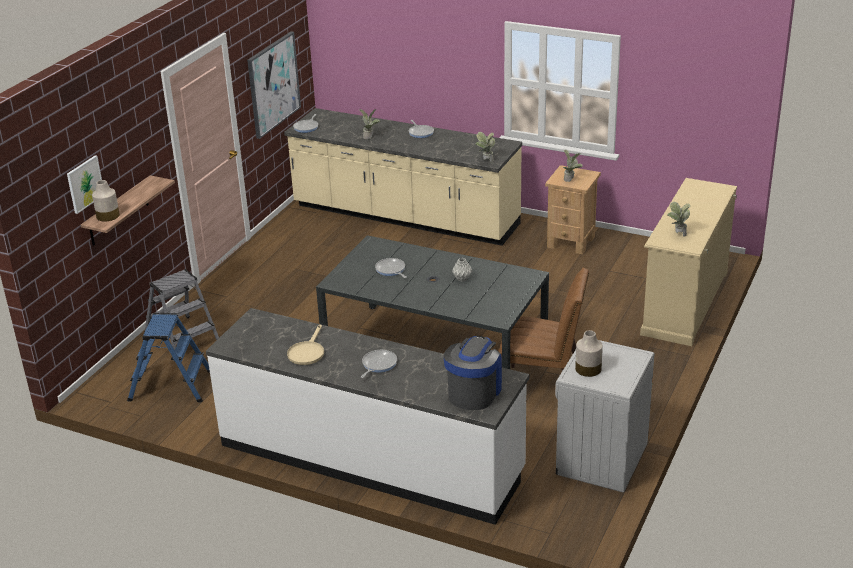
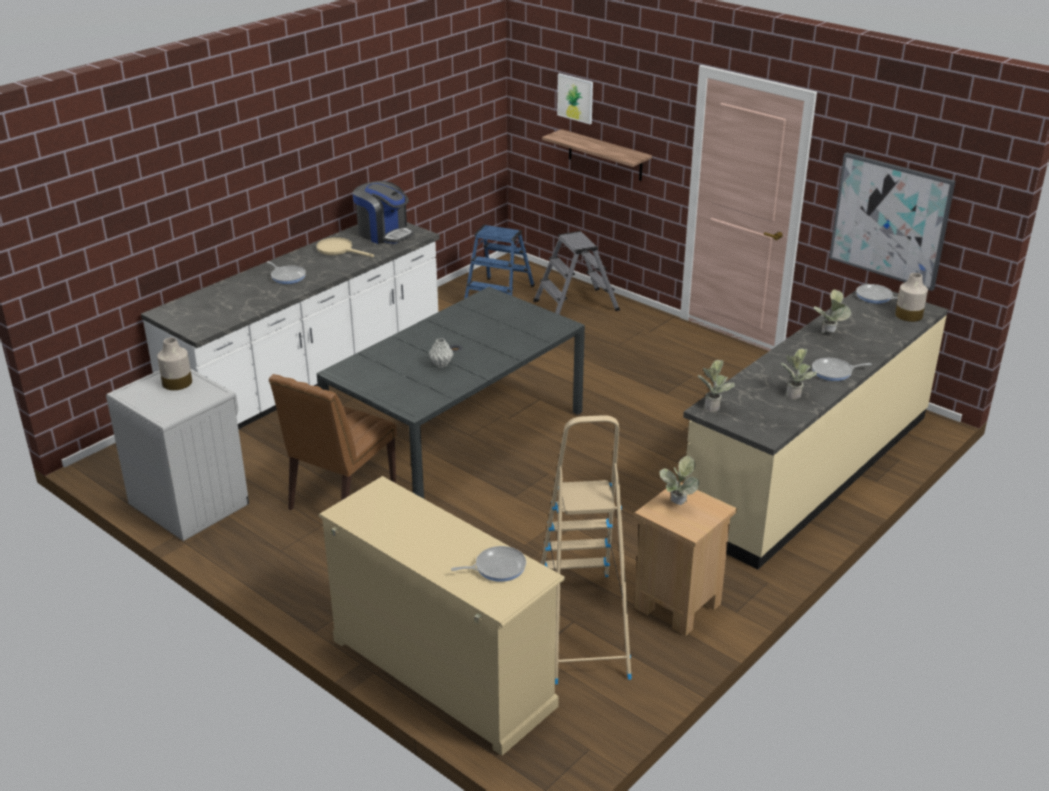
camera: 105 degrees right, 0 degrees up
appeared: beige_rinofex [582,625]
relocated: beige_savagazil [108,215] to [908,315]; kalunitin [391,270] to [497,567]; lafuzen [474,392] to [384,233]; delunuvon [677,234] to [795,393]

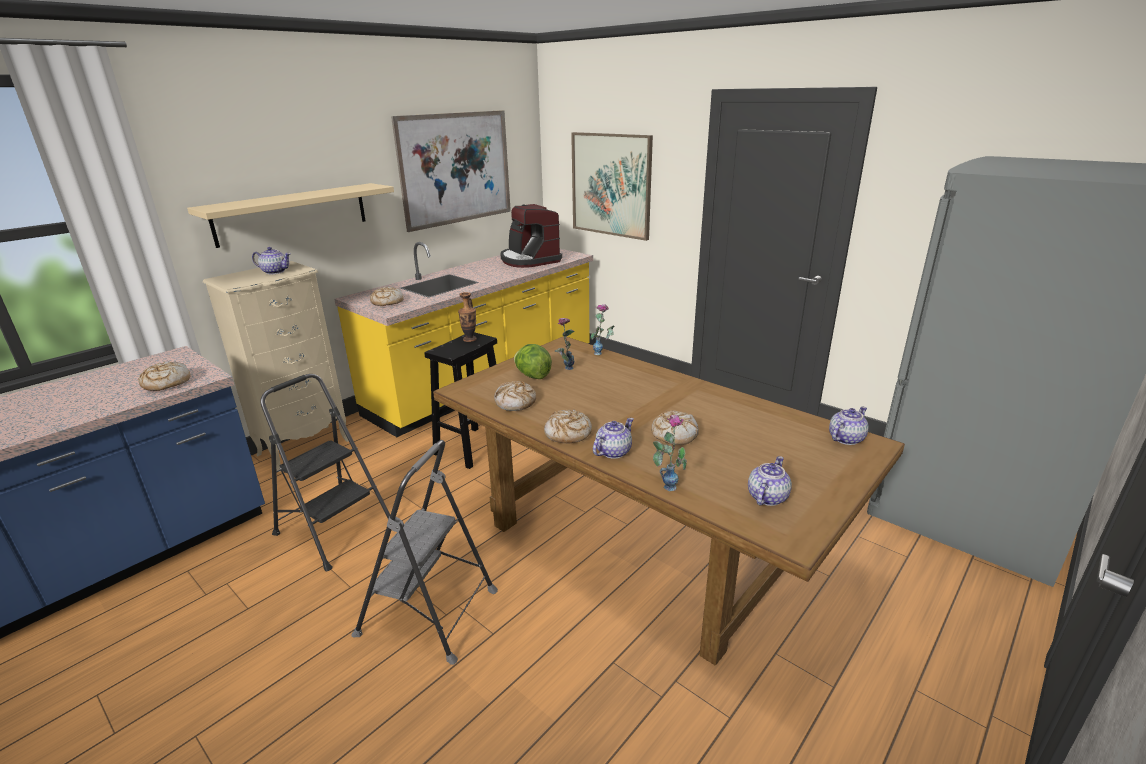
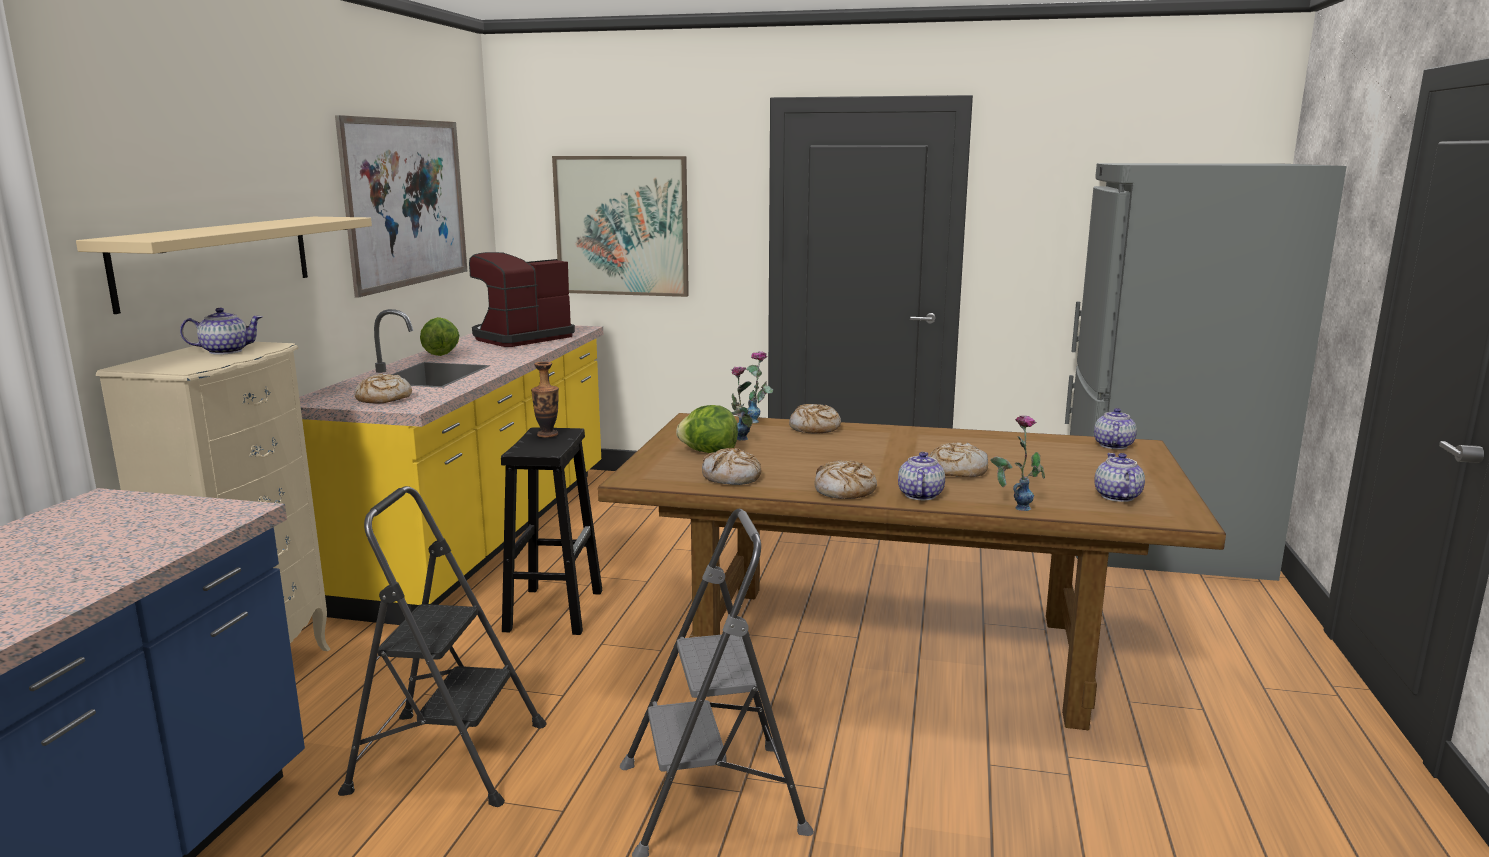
camera: 30 degrees left, 10 degrees down
appeared: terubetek [441,354]
relocated: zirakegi [166,383] to [814,428]
spun: lafuzen [529,260] = [520,338] 105 degrees clockwise

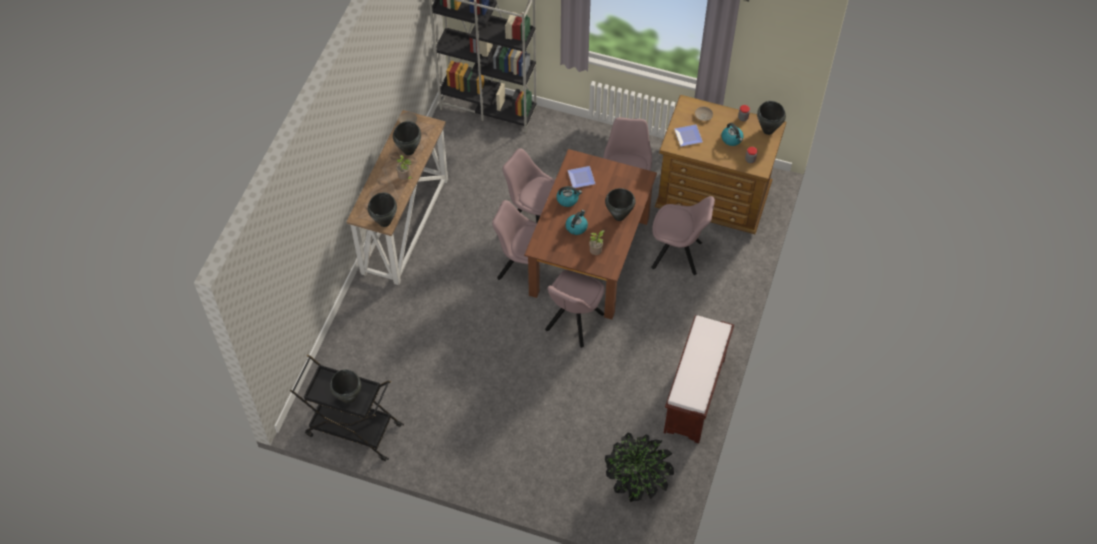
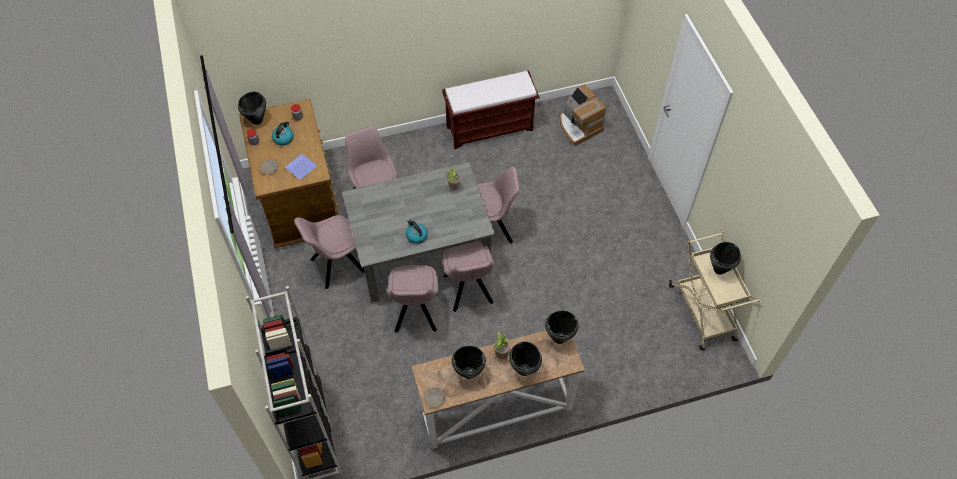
camera: 125 degrees left, 0 degrees up
missing: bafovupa [576,227]; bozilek [582,178]
relocated: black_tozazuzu [619,216] to [524,369]
exchanged: delunuvon [637,479] to lafuzen [578,126]
colour: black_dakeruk [353,430] to beige_dakeruk [702,313]; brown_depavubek [590,257] to grey_depavubek [421,252]

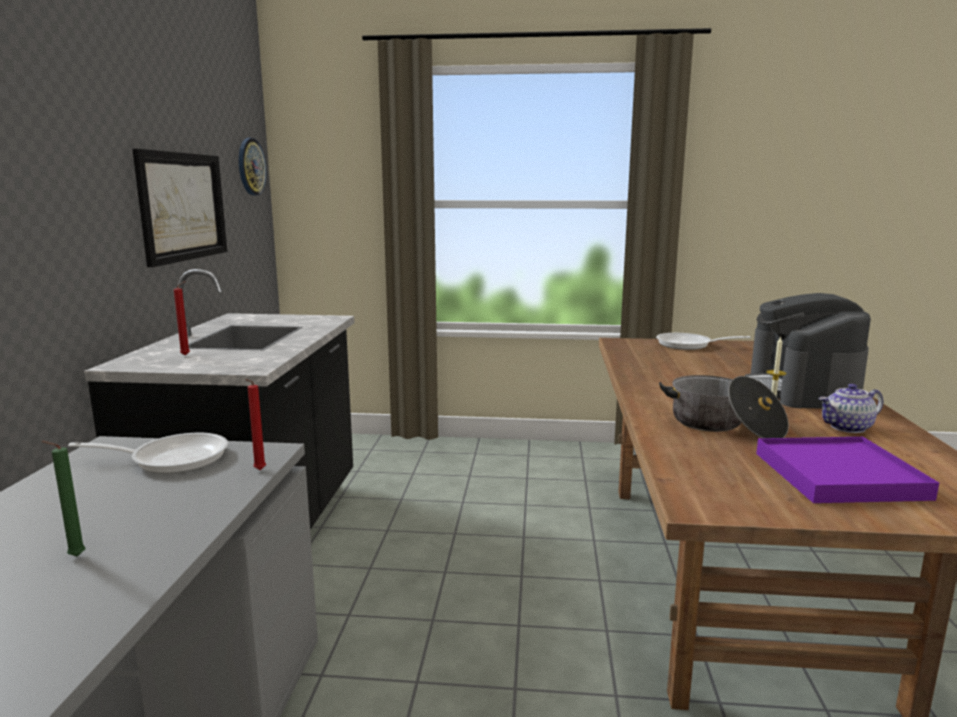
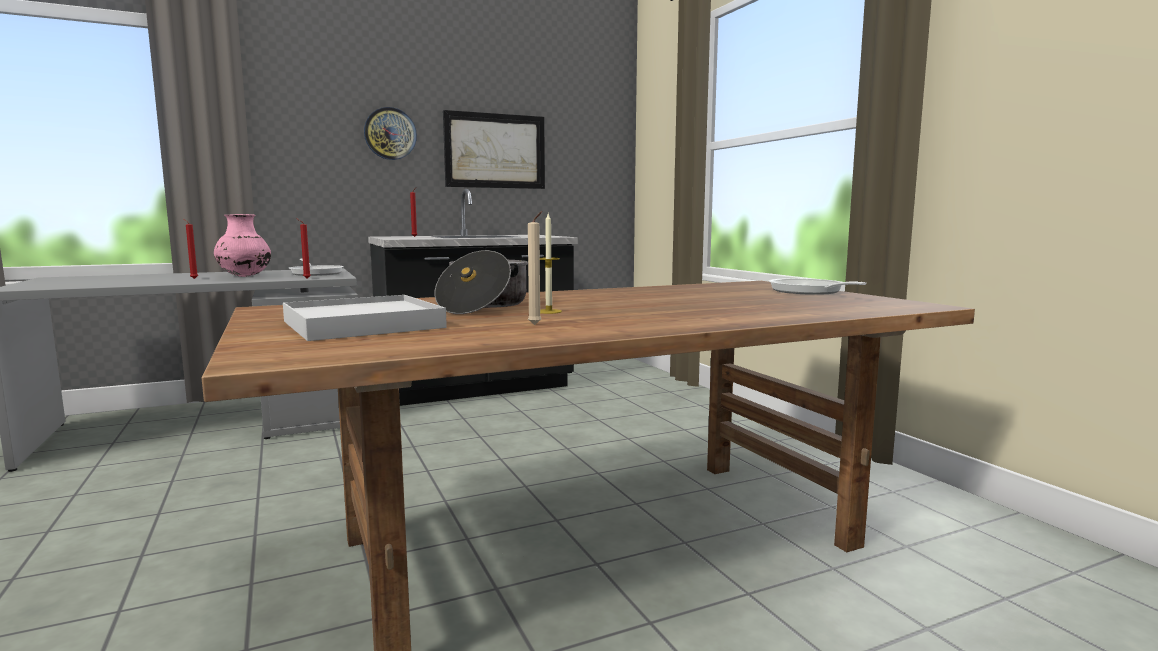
camera: 60 degrees right, 5 degrees down
missing: lafuzen [801,390]
appeared: pink_savagazil [244,276]
relocated: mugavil [251,167] to [390,133]
exchanged: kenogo [847,428] to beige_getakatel [536,325]
colour: green_getakatel [74,557] to red_getakatel [193,278]; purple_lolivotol [839,475] to white_lolivotol [363,324]

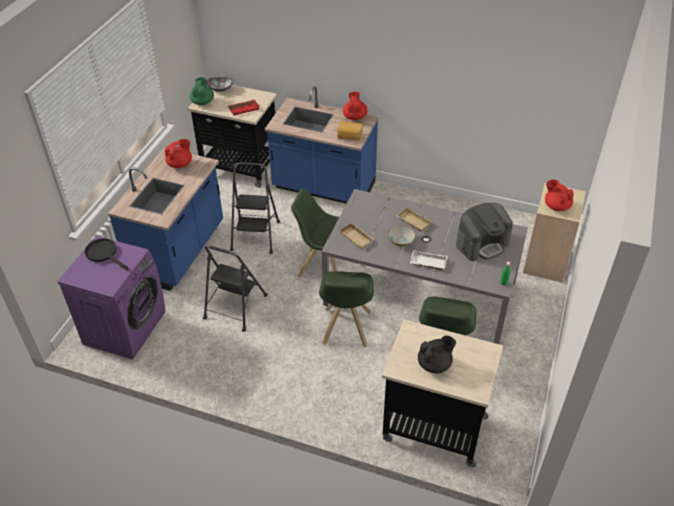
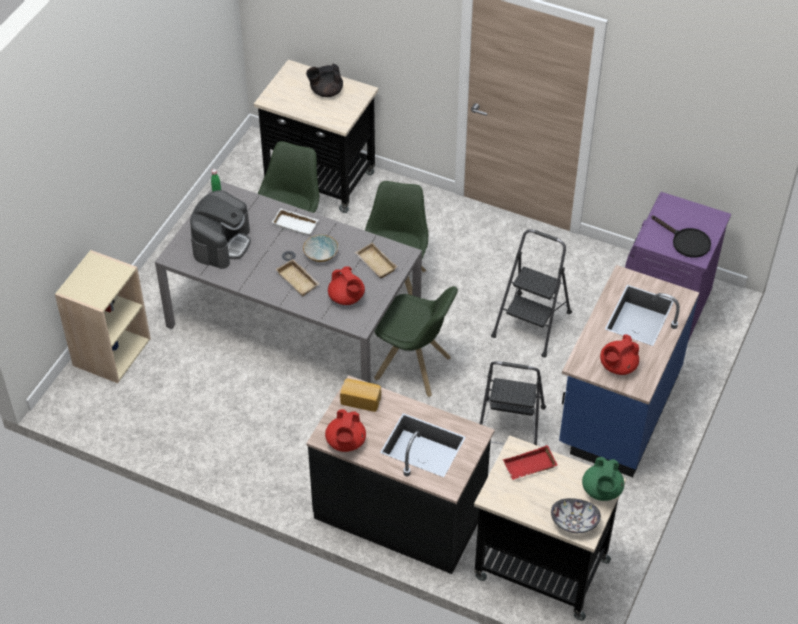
camera: 175 degrees left, 5 degrees up
relocated: red_kenogo [556,206] to [347,298]
colour: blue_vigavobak [323,187] to black_vigavobak [400,512]
spun: lafuzen [482,244] = [222,243] 135 degrees clockwise

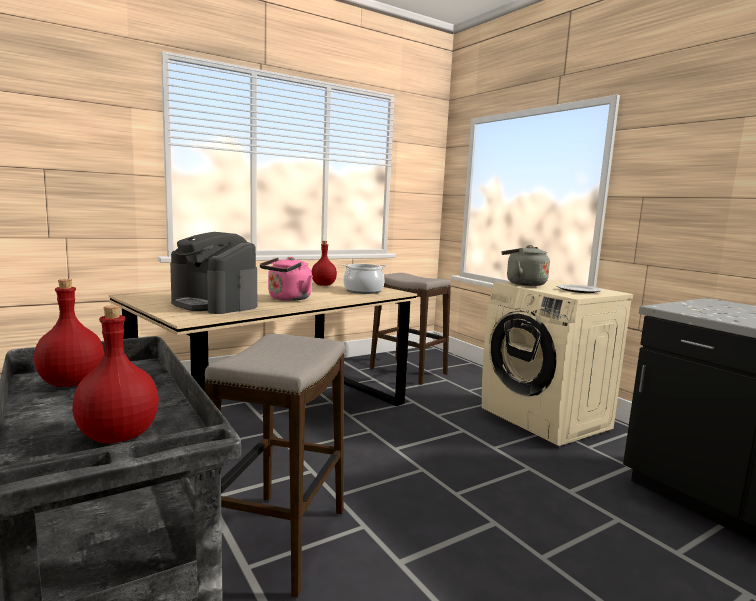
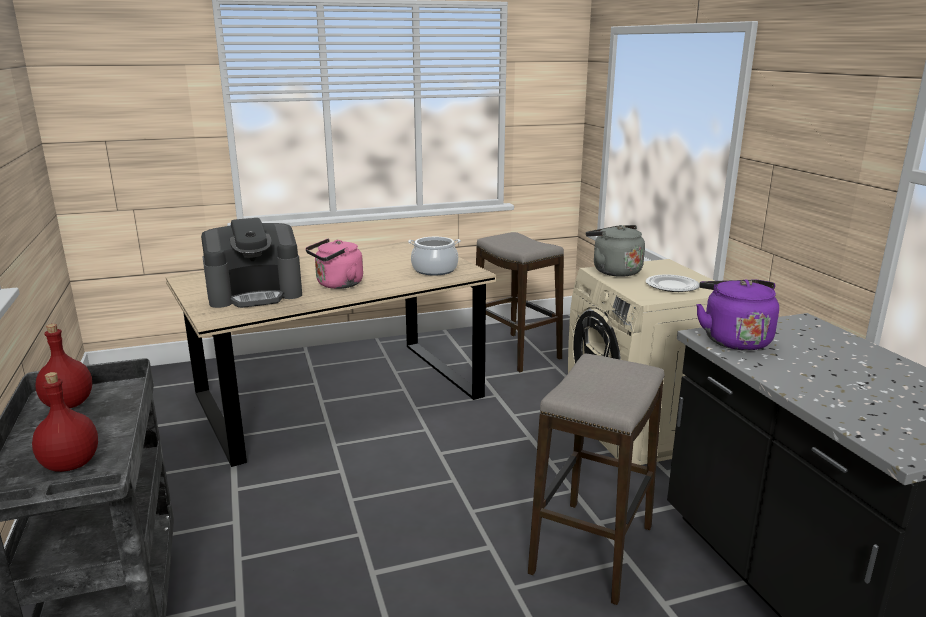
camera: 15 degrees right, 10 degrees up
missing: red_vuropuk [323,285]
appeared: purple_bafovupa [733,339]
relocated: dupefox [278,541] to [591,550]
spun: lafuzen [214,304] = [255,294] 75 degrees counterclockwise

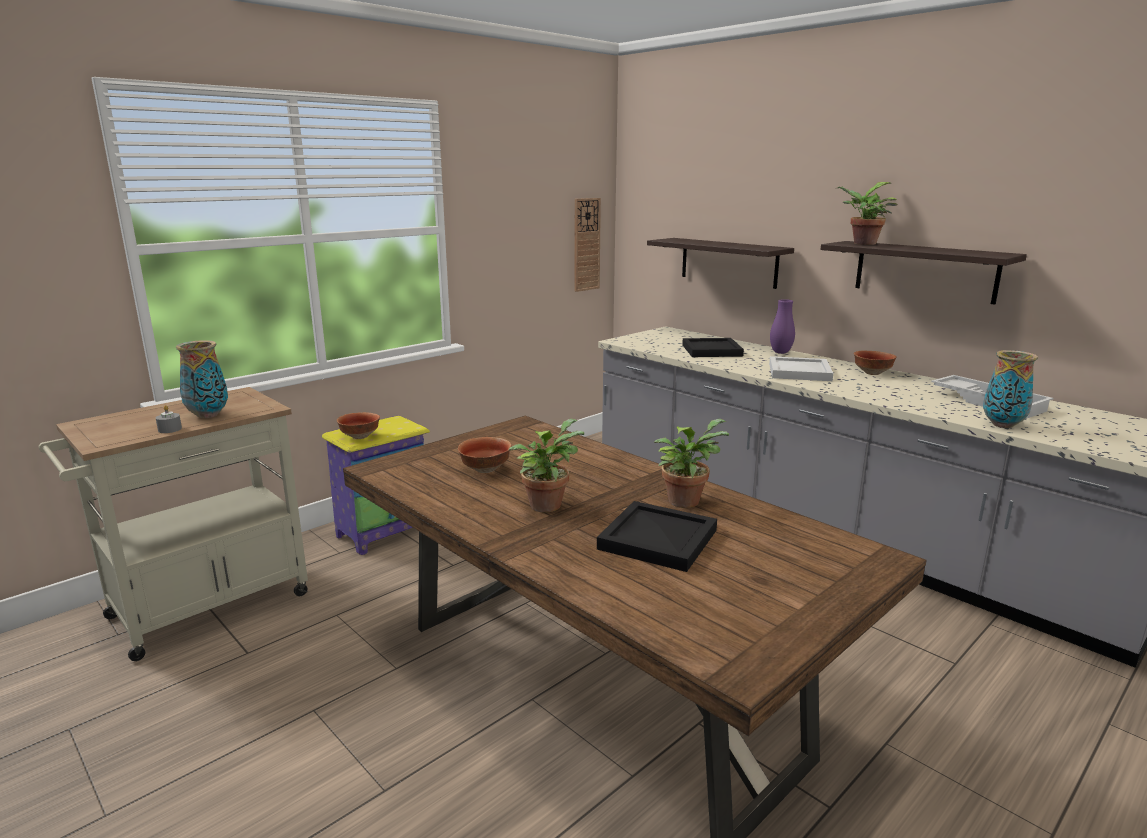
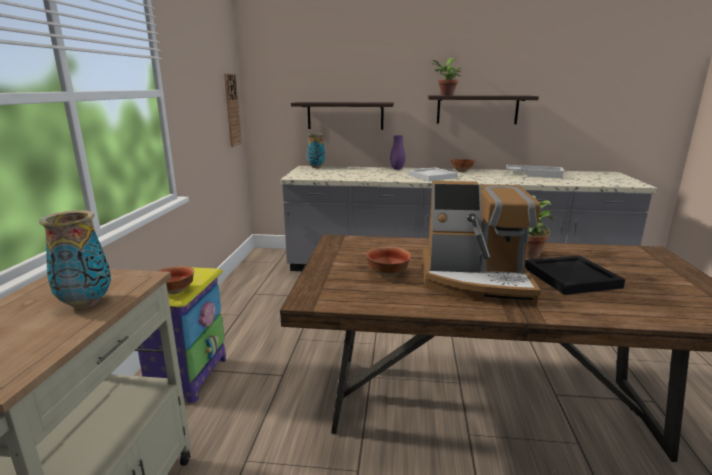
camera: 40 degrees left, 0 degrees up
missing: grey_getakatel [170,429]; black_lolivotol [710,350]
relocated: savagazil [1002,425] to [316,167]
exchanged: delunuvon [546,504] to lafuzen [475,280]

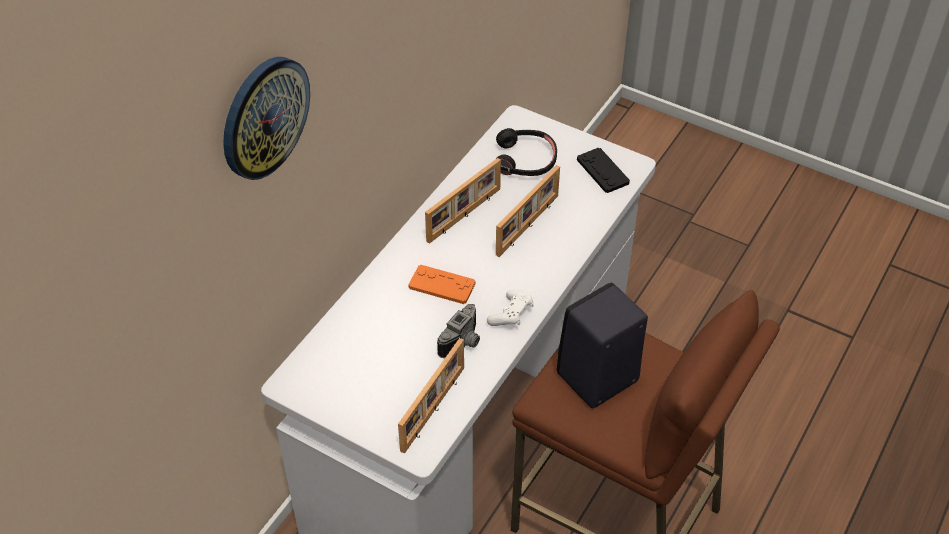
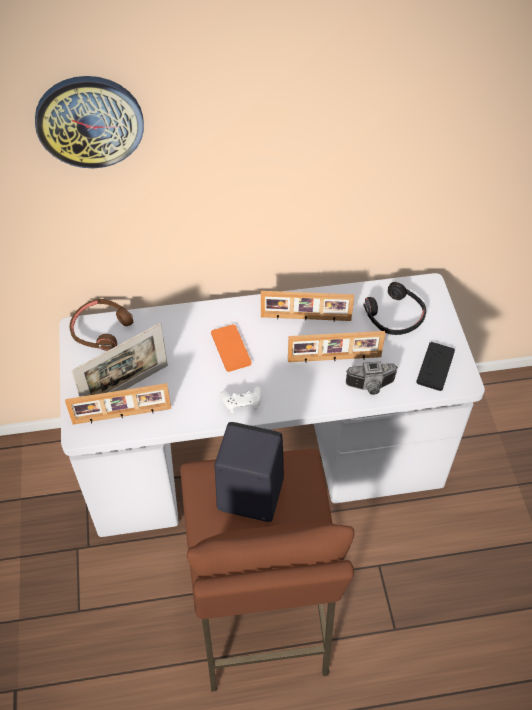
camera: 50 degrees right, 5 degrees up
appeared: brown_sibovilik [101,329]; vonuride [126,388]
relocated: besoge [464,343] to [371,387]

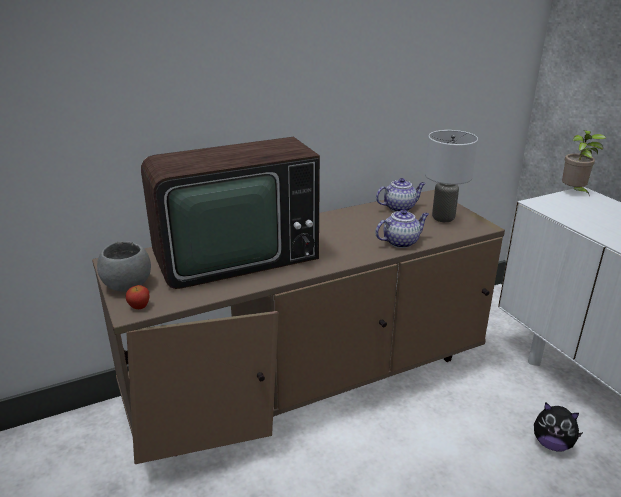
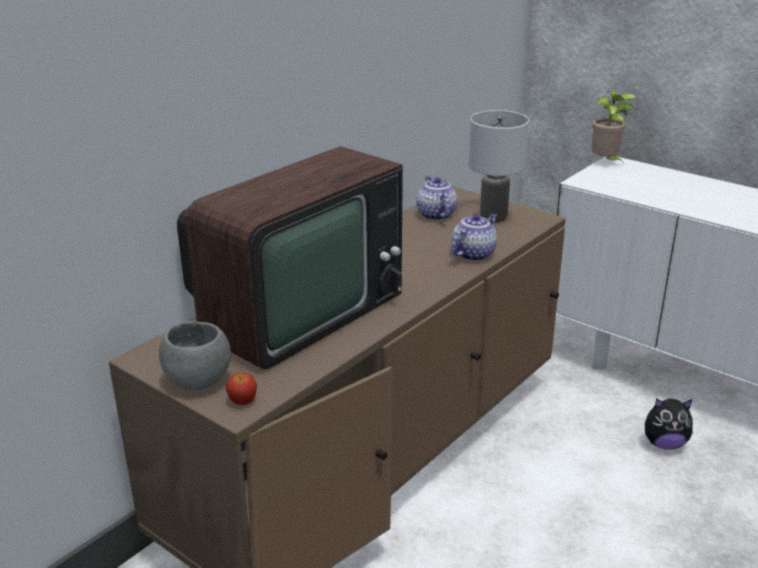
camera: 25 degrees left, 0 degrees up
spun: kenogo [400,207] = [435,215] 60 degrees counterclockwise

